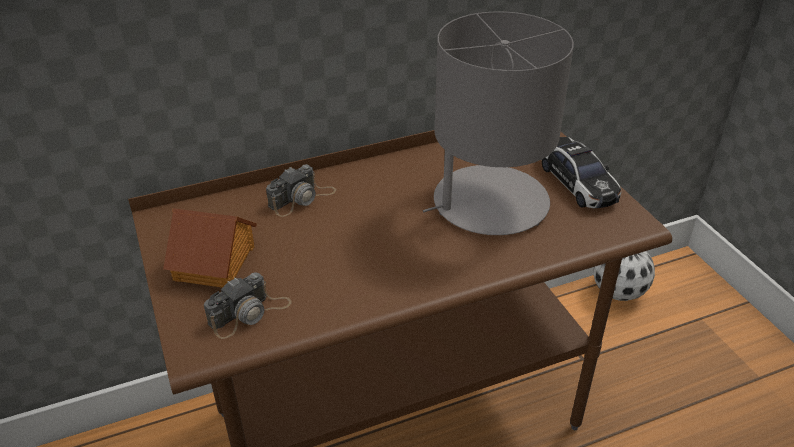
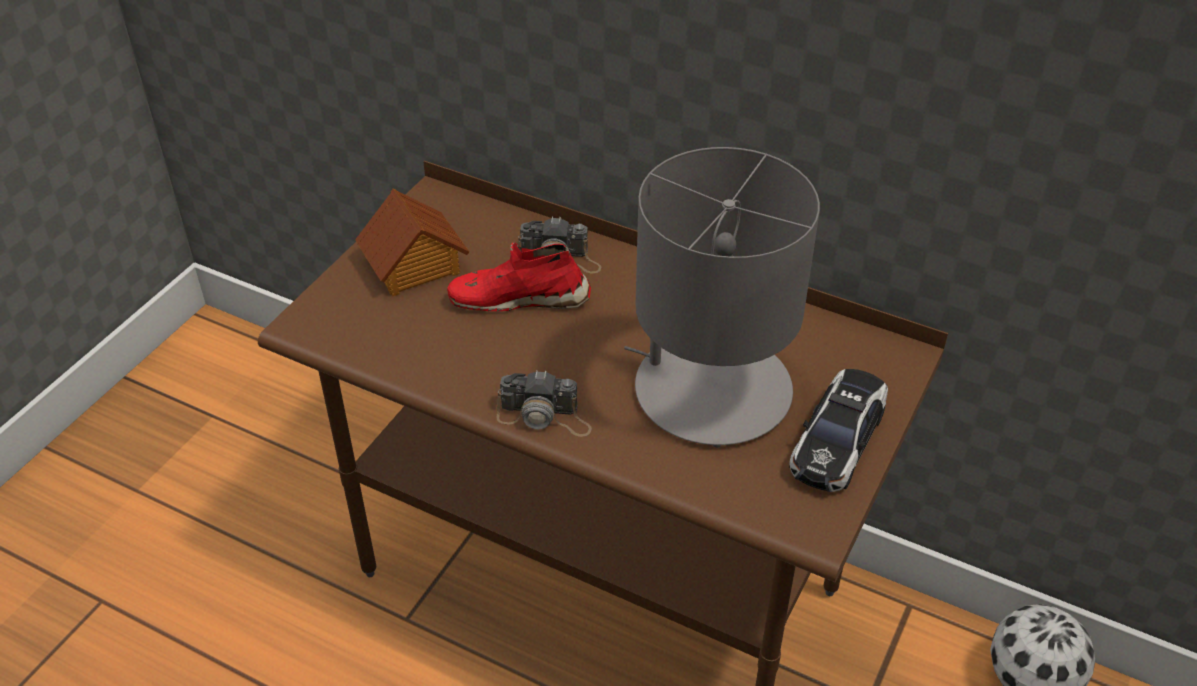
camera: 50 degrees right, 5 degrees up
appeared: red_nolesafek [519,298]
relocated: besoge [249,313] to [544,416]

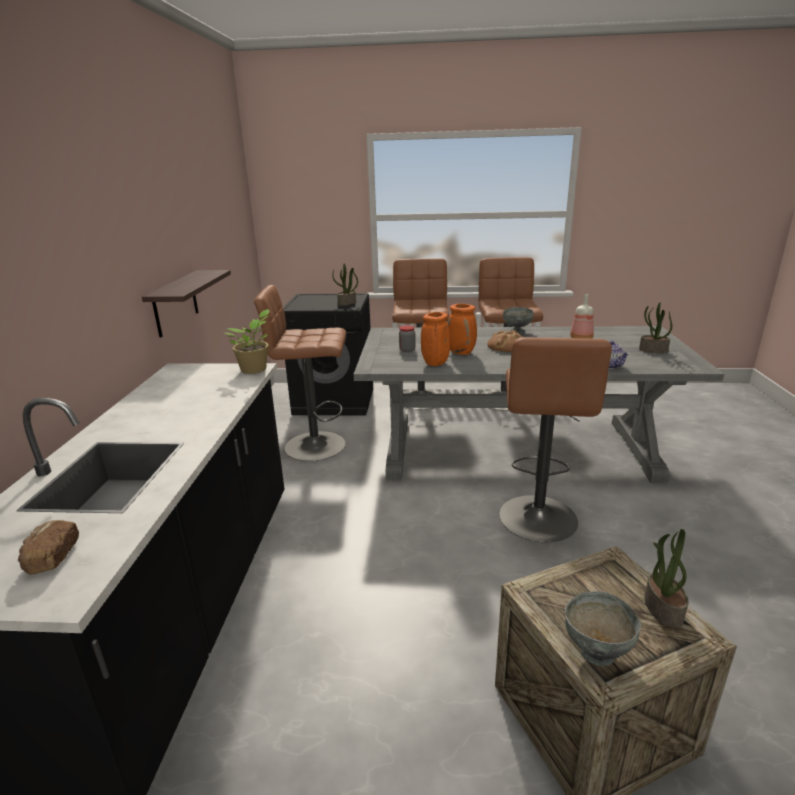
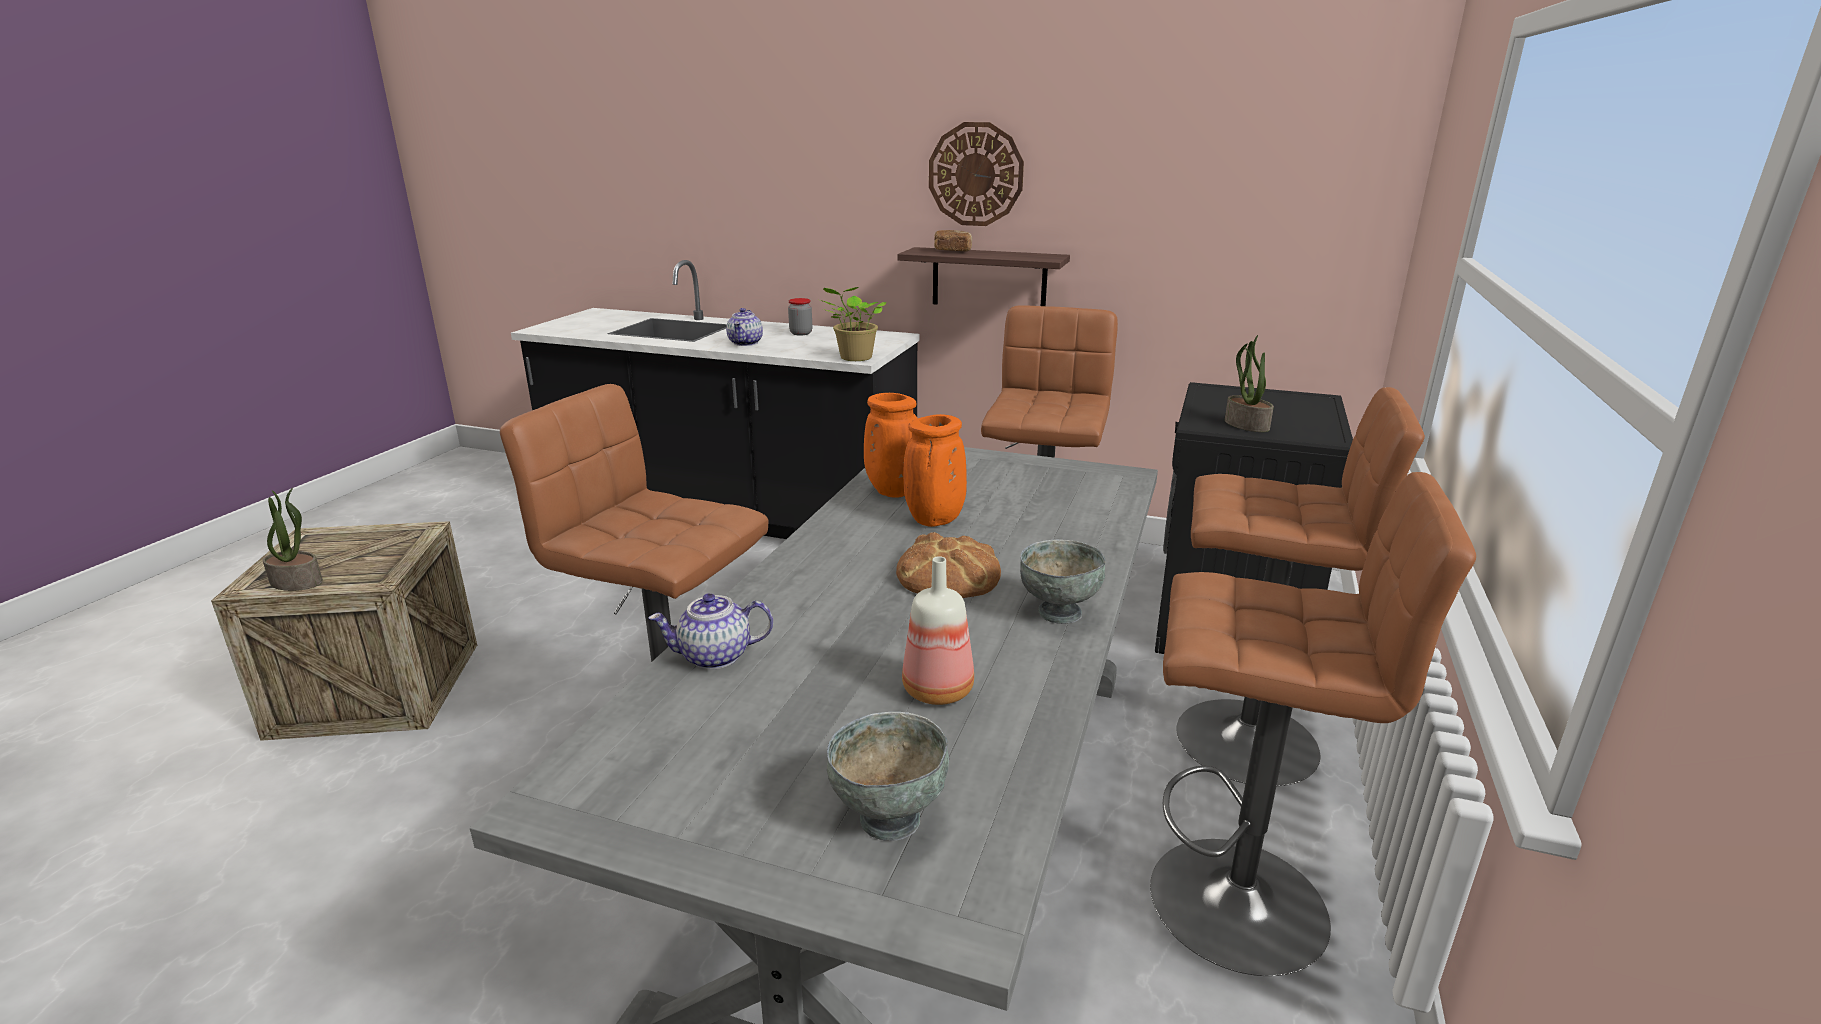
camera: 105 degrees right, 0 degrees up
missing: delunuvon [653,350]
appeared: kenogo [746,343]; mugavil [975,174]
relocated: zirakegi [51,558] to [952,251]; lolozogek [407,350] to [801,333]; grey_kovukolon [596,653] to [888,817]

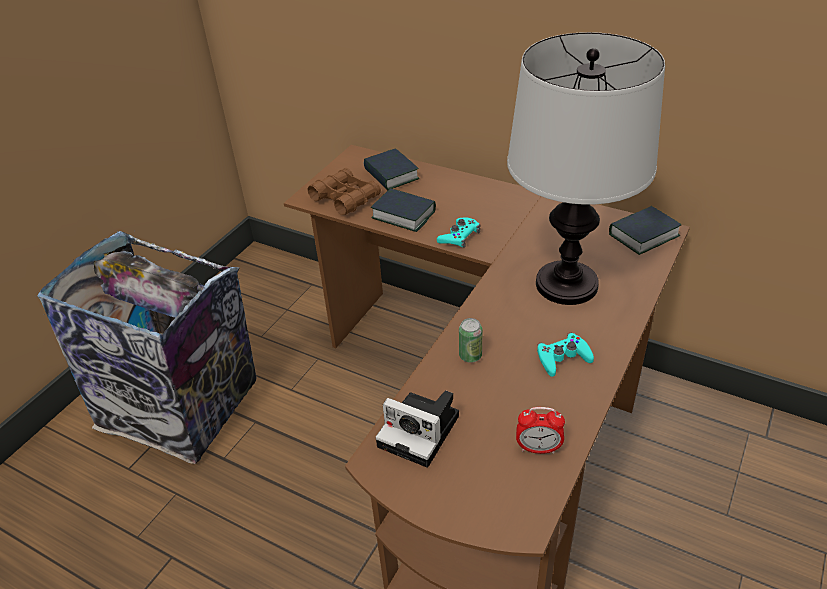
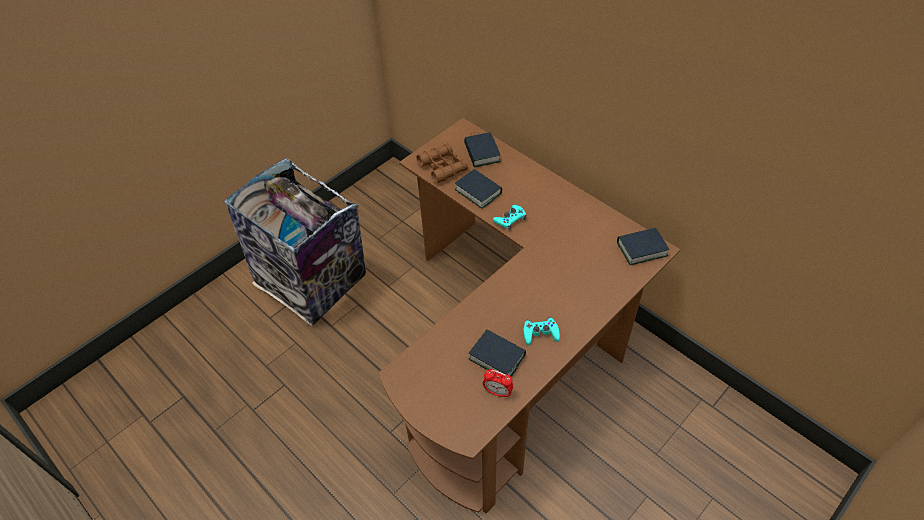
camera: 15 degrees right, 10 degrees up
missing: besoge [422,431]; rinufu [470,356]; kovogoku [567,284]
appeared: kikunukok [497,357]

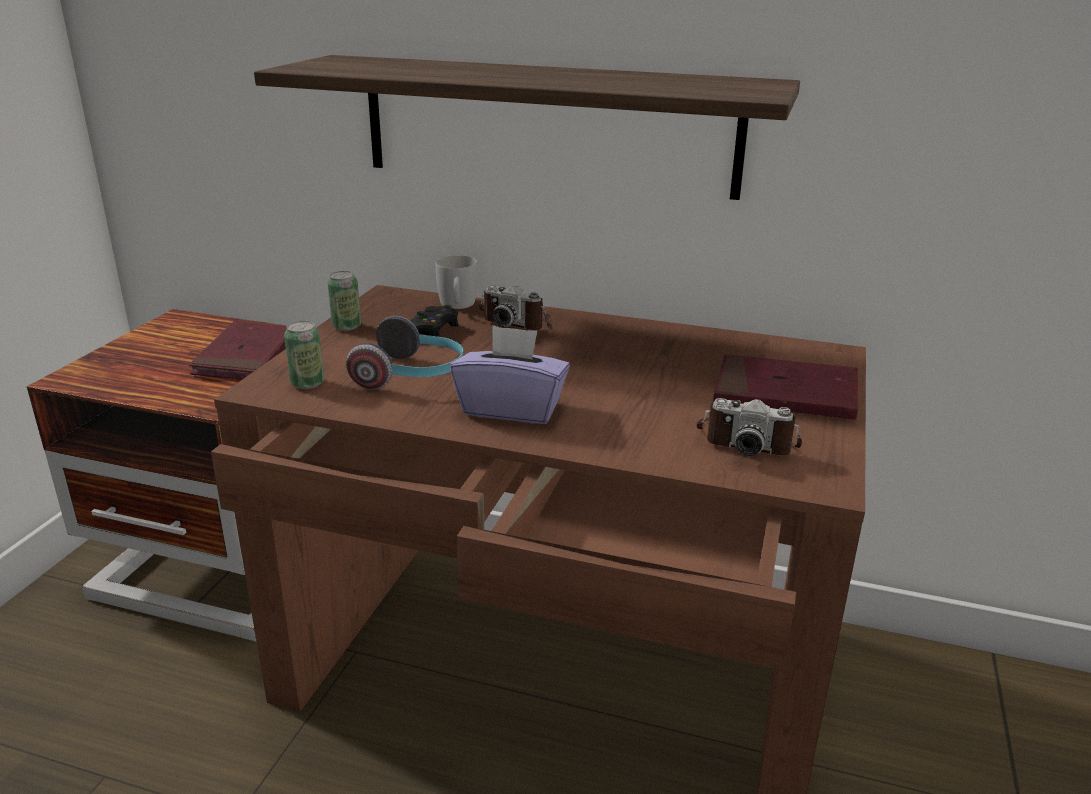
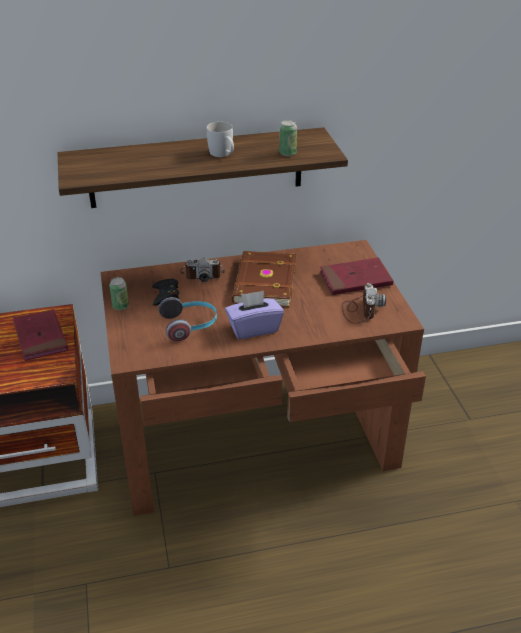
camera: 30 degrees left, 10 degrees up
appeared: brown_kikunukok [263,282]
relocated: rinufu [307,383] to [287,153]; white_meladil [457,306] to [223,154]
spun: besoge [746,440] = [360,310] 75 degrees counterclockwise

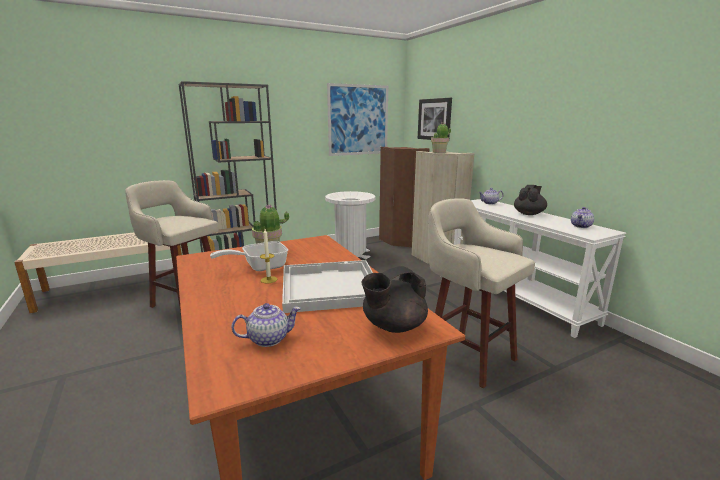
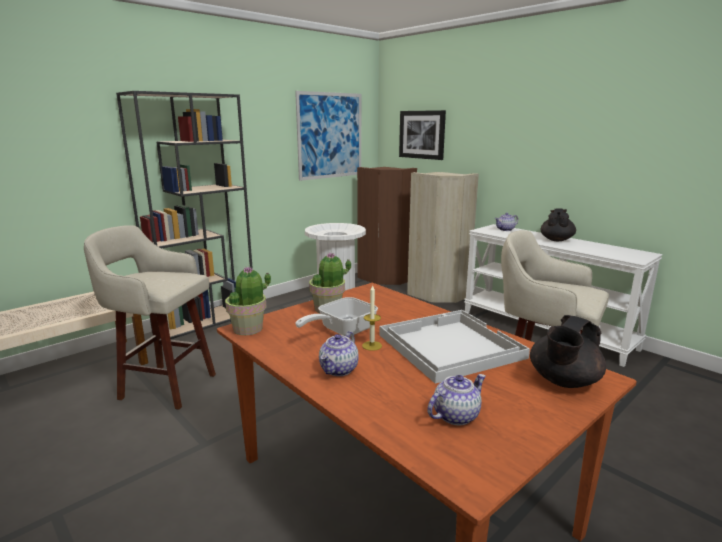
camera: 15 degrees left, 0 degrees up
relocated: delunuvon [439,152] to [248,329]; kenogo [581,226] to [339,370]

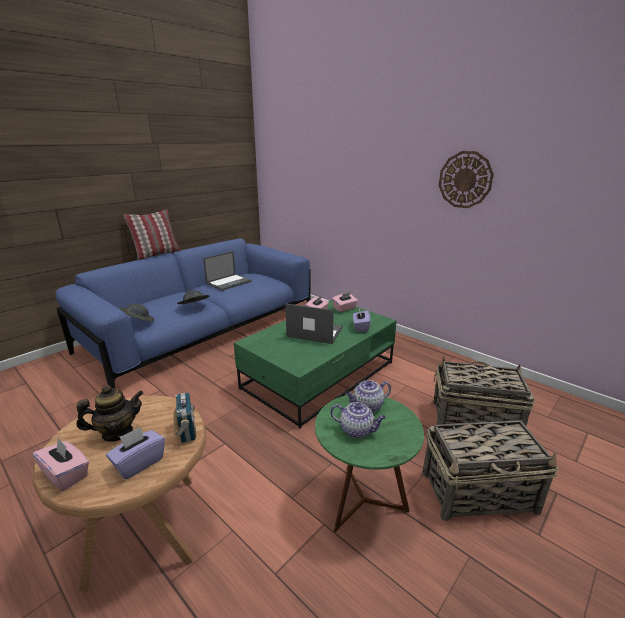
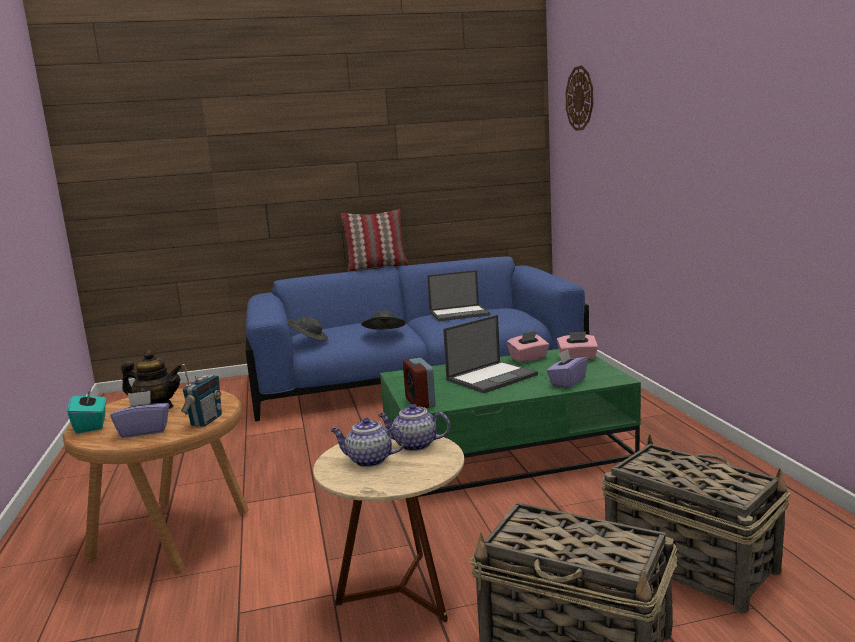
camera: 35 degrees right, 10 degrees down
appeared: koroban [420,402]
relocated: mugavil [465,180] to [580,98]
colour: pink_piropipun [66,474] to turquoise_piropipun [91,425]; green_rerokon [363,502] to beige_rerokon [400,592]
spun: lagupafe [314,332] = [492,377] 90 degrees clockwise; kenogo [357,430] = [369,460] 135 degrees clockwise

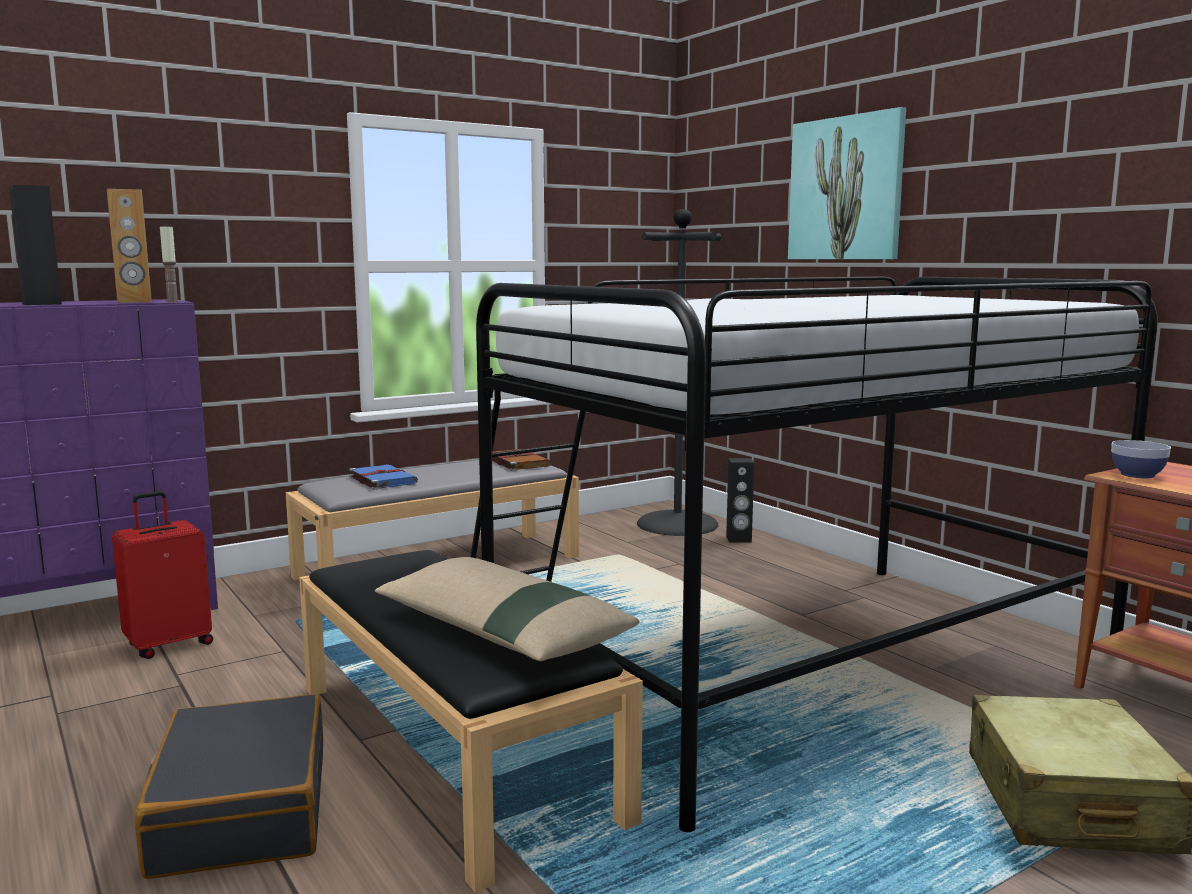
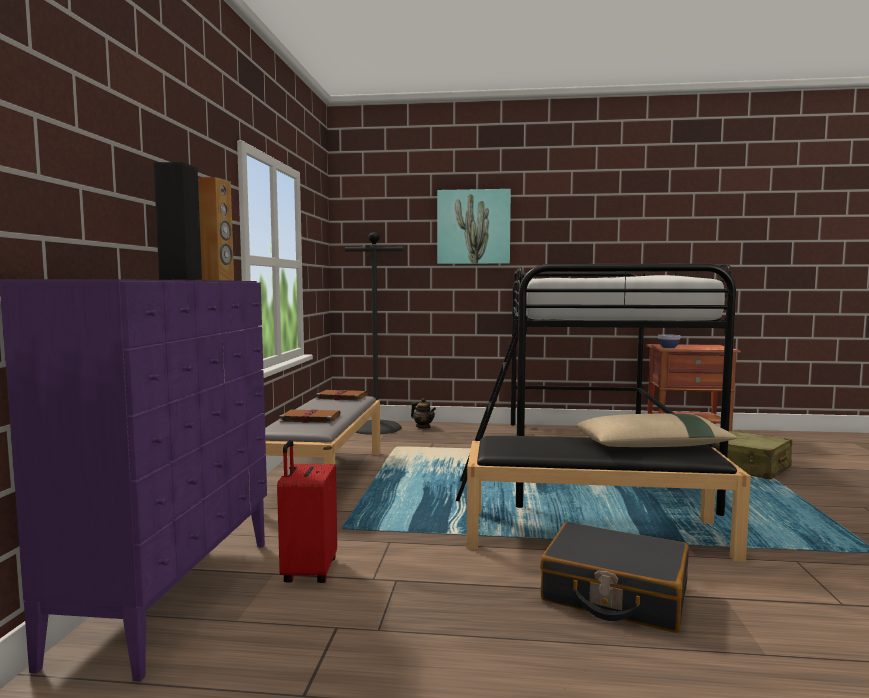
camera: 50 degrees left, 5 degrees down
missing: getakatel [172,301]
exchanged: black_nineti [738,539] to kenogo [423,427]
colour: blue_kikunukok [382,480] to brown_kikunukok [309,418]

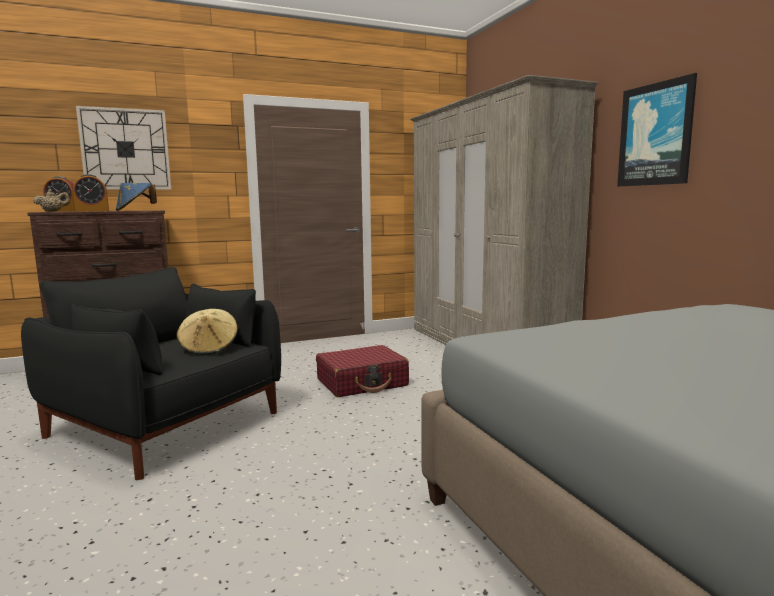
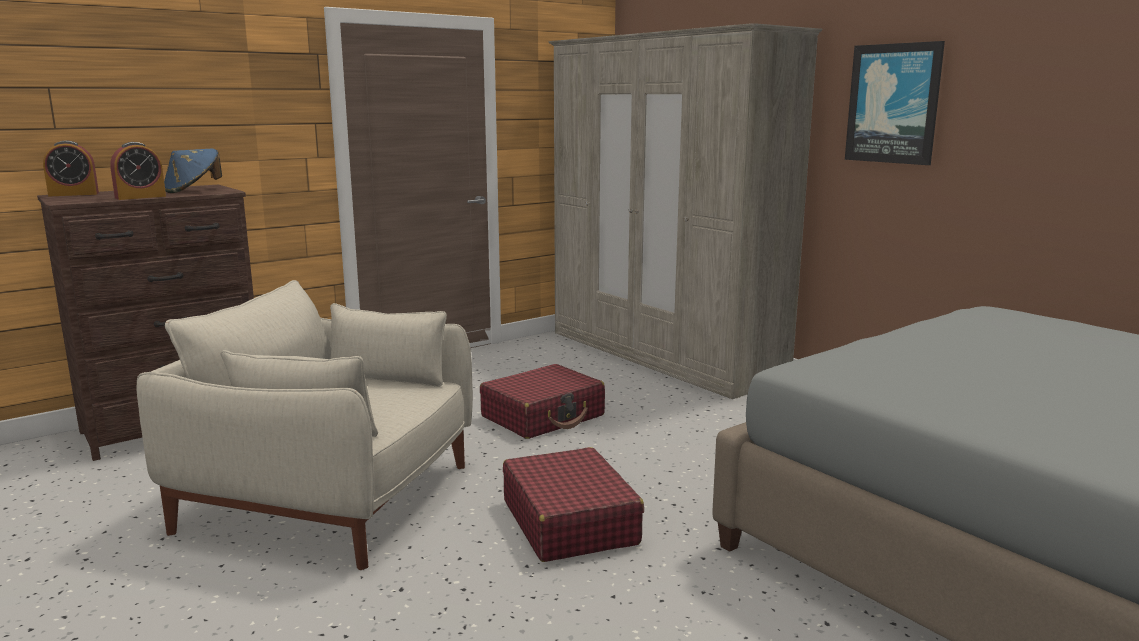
camera: 15 degrees left, 5 degrees up
missing: beige_kenogo [53,211]; mugavil [125,149]; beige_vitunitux [209,348]
appeared: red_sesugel [569,522]
colour: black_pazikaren [166,424] to beige_pazikaren [329,497]

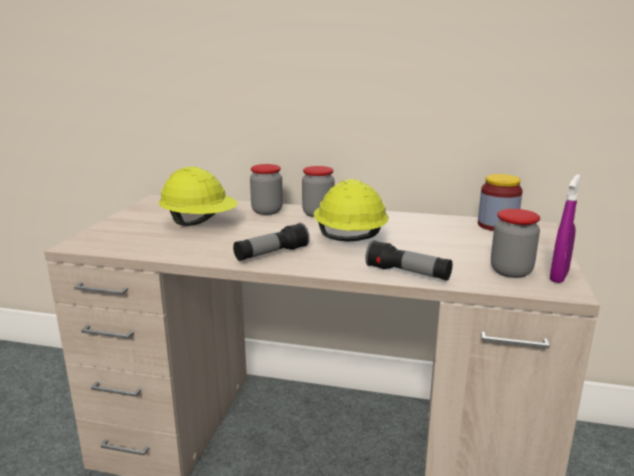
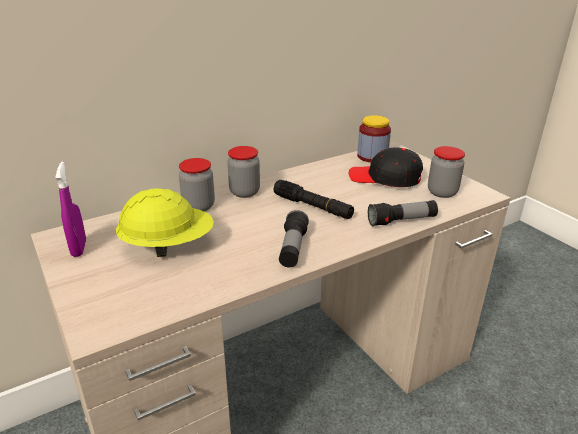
camera: 45 degrees left, 10 degrees up
appeared: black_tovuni [385,178]
relocated: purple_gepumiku [559,276] to [79,248]
exchanged: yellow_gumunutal [349,238] to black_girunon [312,207]

